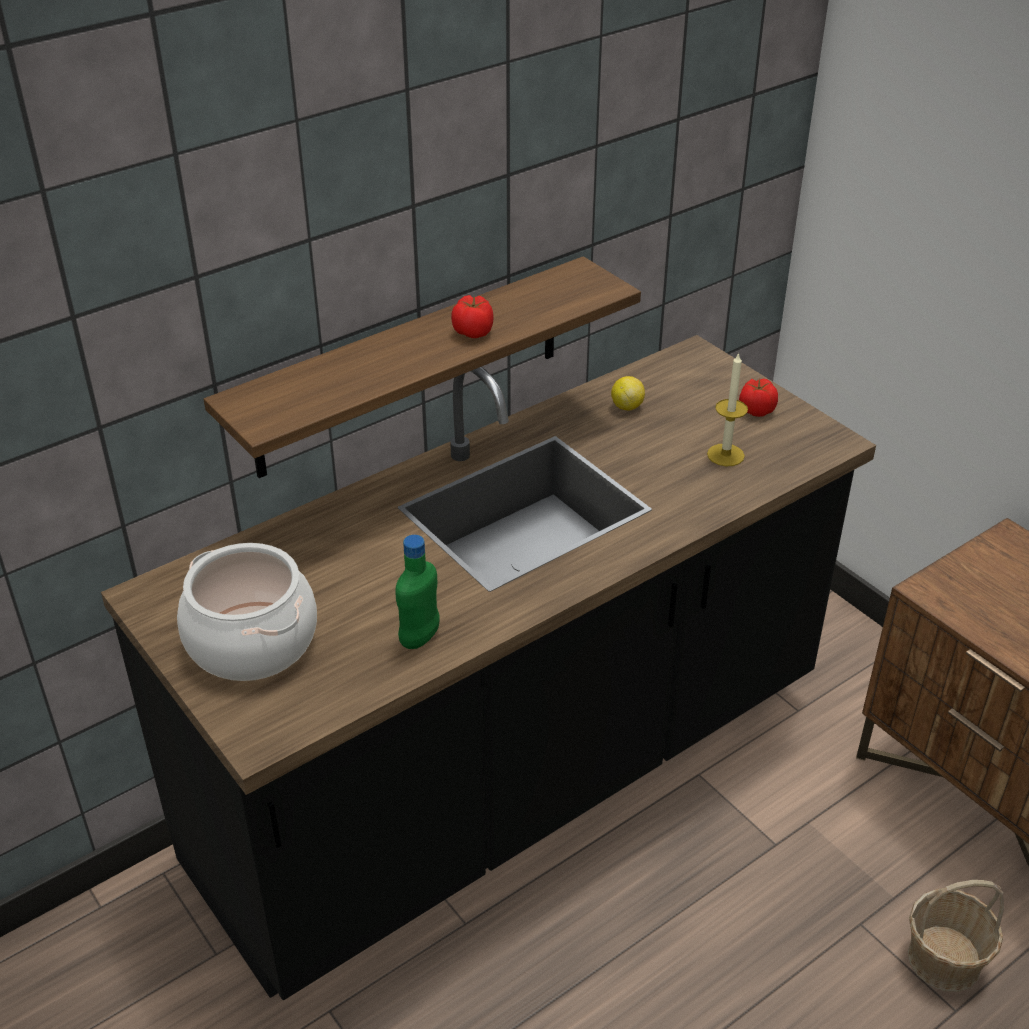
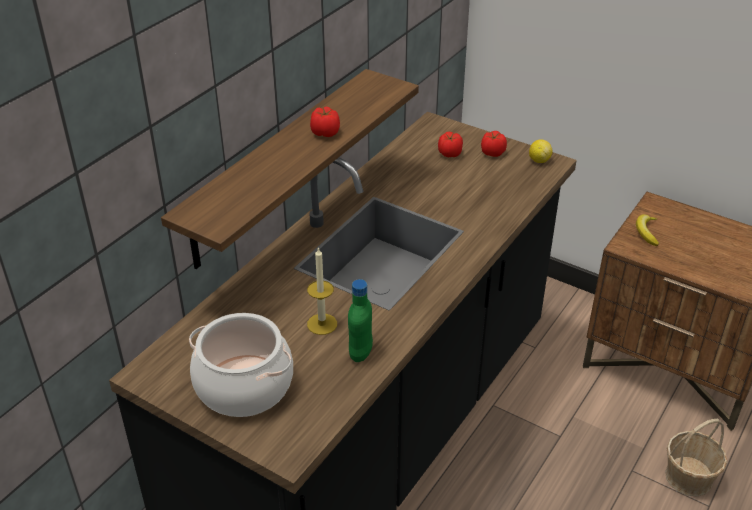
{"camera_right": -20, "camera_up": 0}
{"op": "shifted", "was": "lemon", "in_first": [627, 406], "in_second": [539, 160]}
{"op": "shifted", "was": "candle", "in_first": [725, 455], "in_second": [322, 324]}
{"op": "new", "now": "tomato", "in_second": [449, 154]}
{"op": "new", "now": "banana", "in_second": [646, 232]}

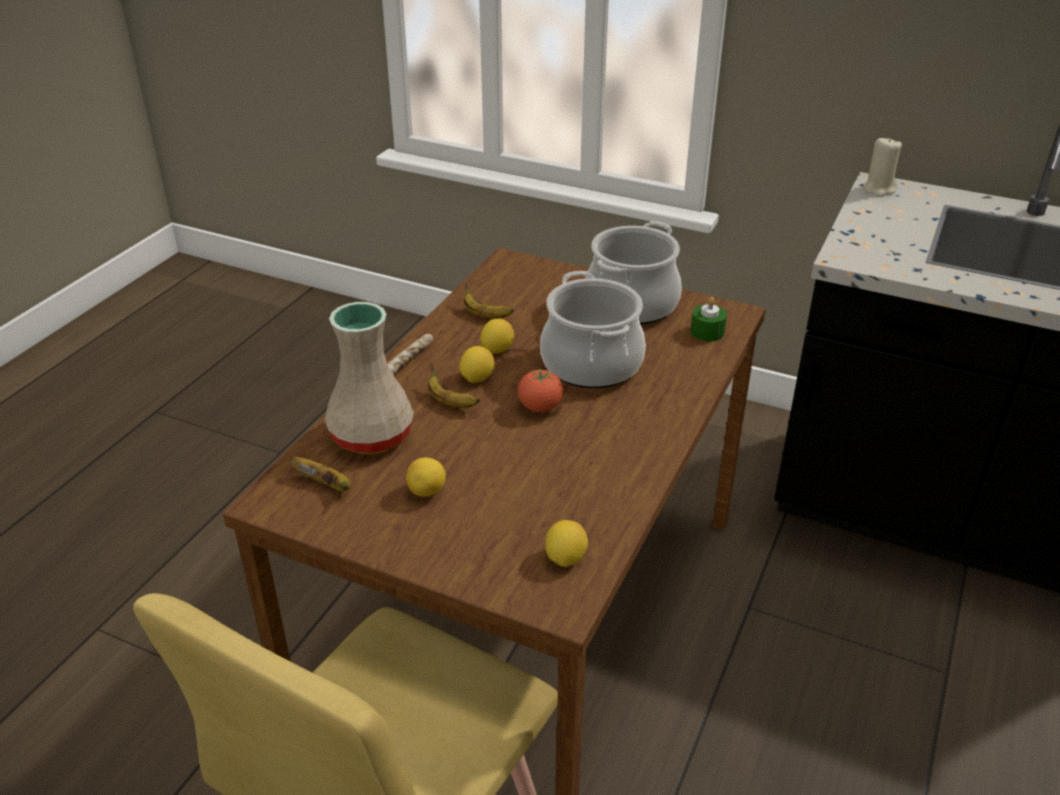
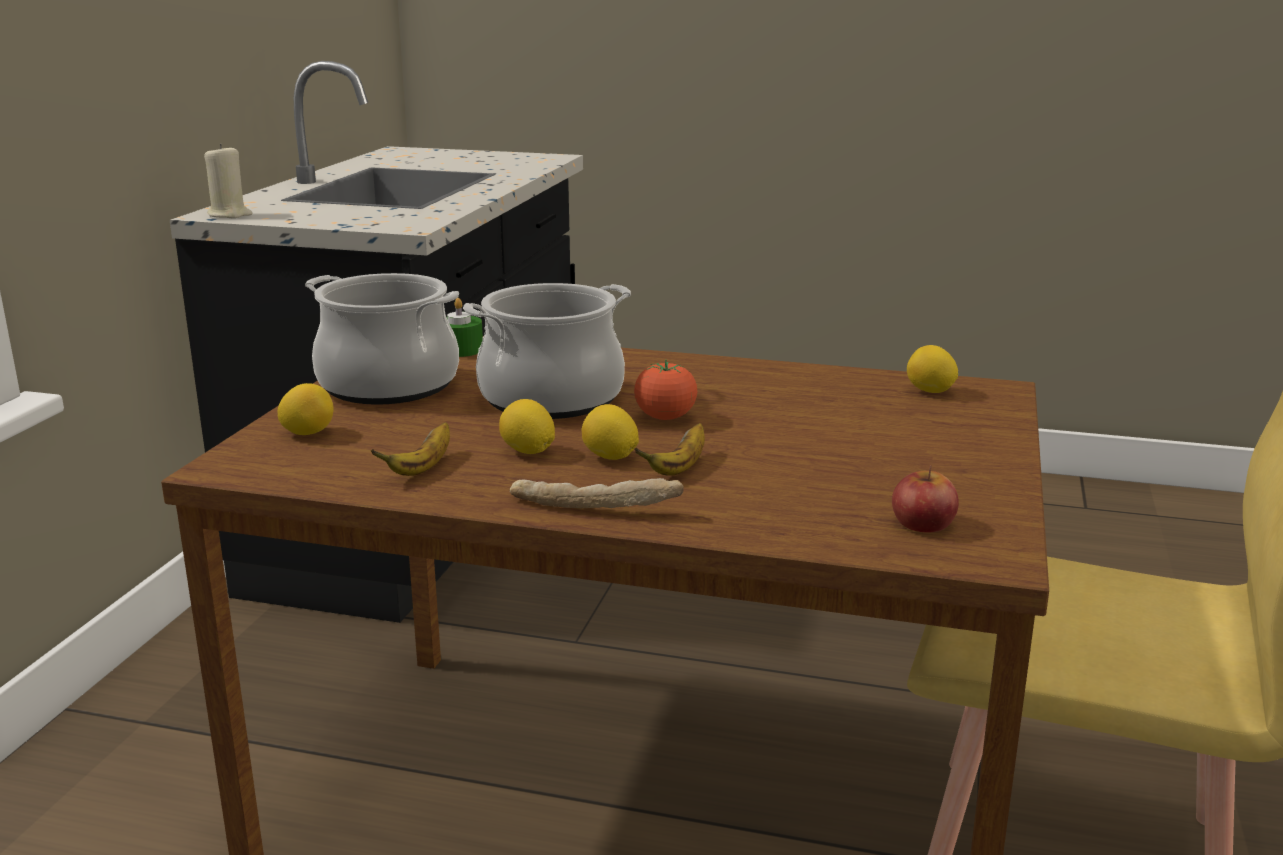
{"camera_right": -100, "camera_up": -15}
{"op": "swapped", "was": "banana", "now": "apple", "in_first": [326, 484], "in_second": [923, 523]}
{"op": "gone", "was": "beige vase", "in_first": [371, 437]}
{"op": "shifted", "was": "lemon", "in_first": [427, 491], "in_second": [308, 433]}

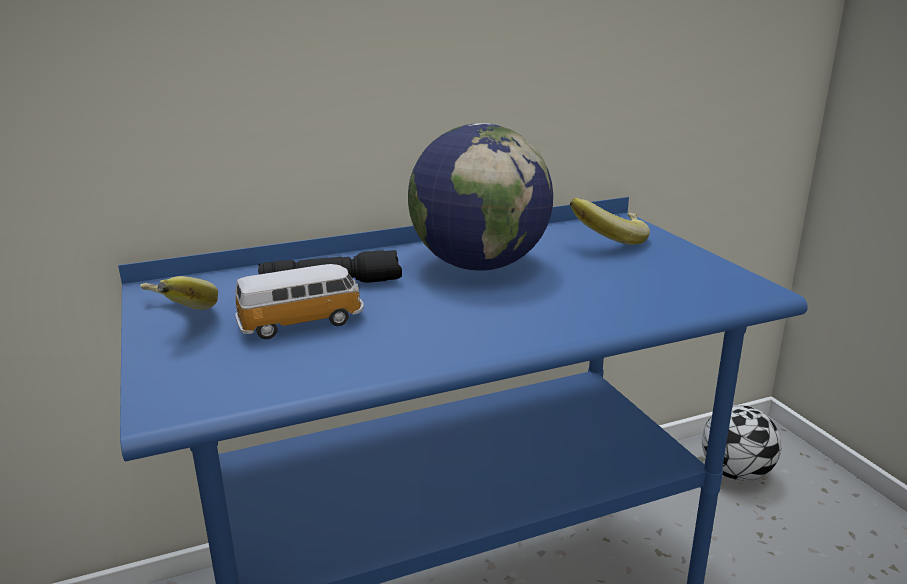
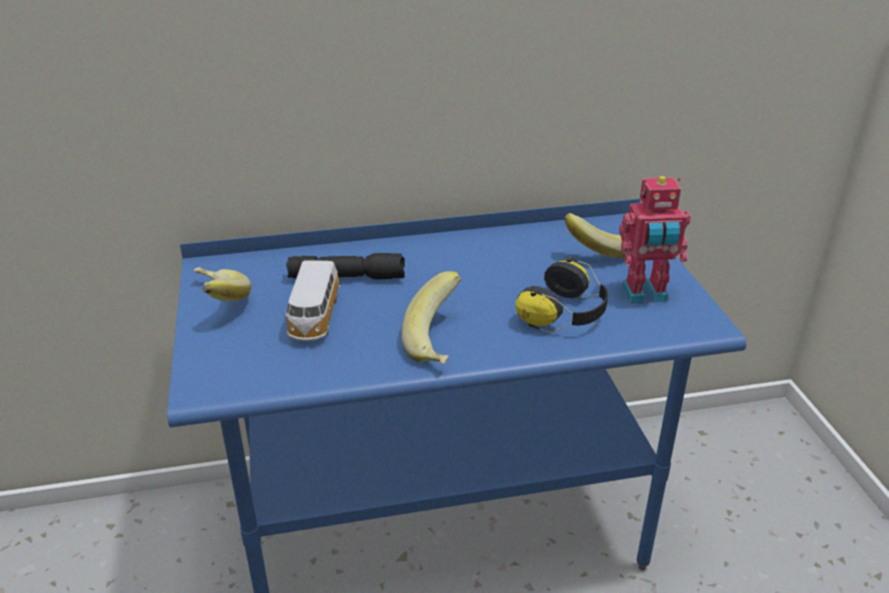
{"camera_right": 10, "camera_up": 10}
{"op": "rotated", "was": "toy car", "in_first": [302, 323], "in_second": [314, 318], "clockwise": 105}
{"op": "gone", "was": "globe", "in_first": [479, 265]}
{"op": "gone", "was": "football", "in_first": [735, 473]}
{"op": "new", "now": "banana", "in_second": [440, 342]}
{"op": "new", "now": "headphones", "in_second": [565, 314]}
{"op": "new", "now": "toy robot", "in_second": [645, 295]}

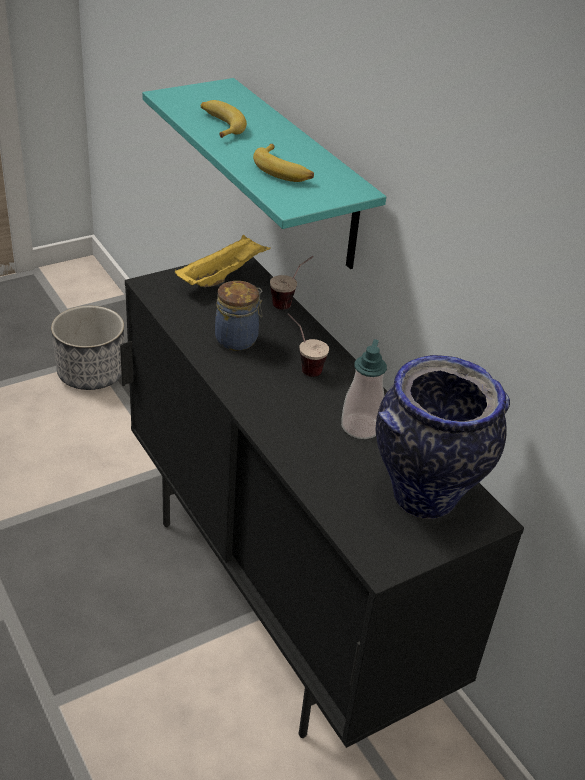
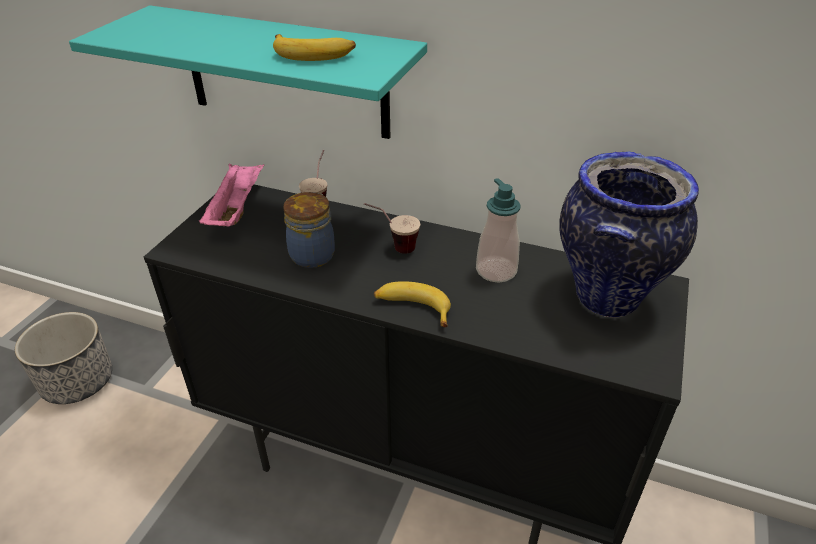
{"camera_right": -35, "camera_up": 0}
{"op": "repainted", "was": "yellow tray", "now": "pink tray", "in_first": [222, 276], "in_second": [236, 209]}
{"op": "shifted", "was": "banana", "in_first": [220, 125], "in_second": [412, 308]}

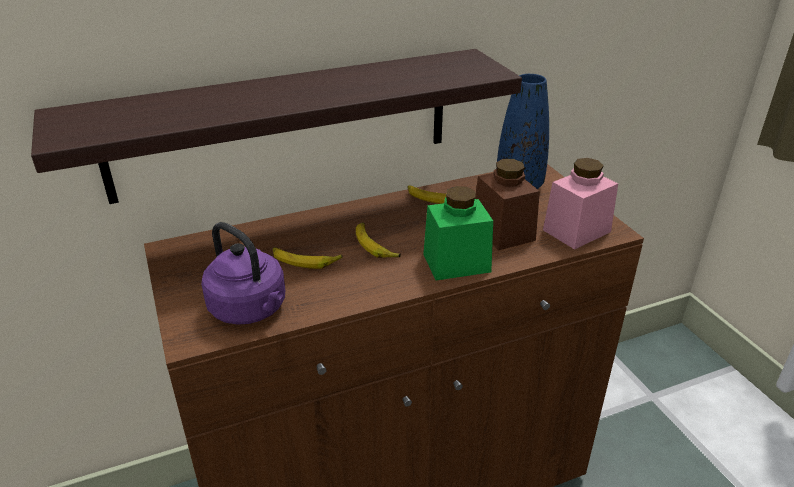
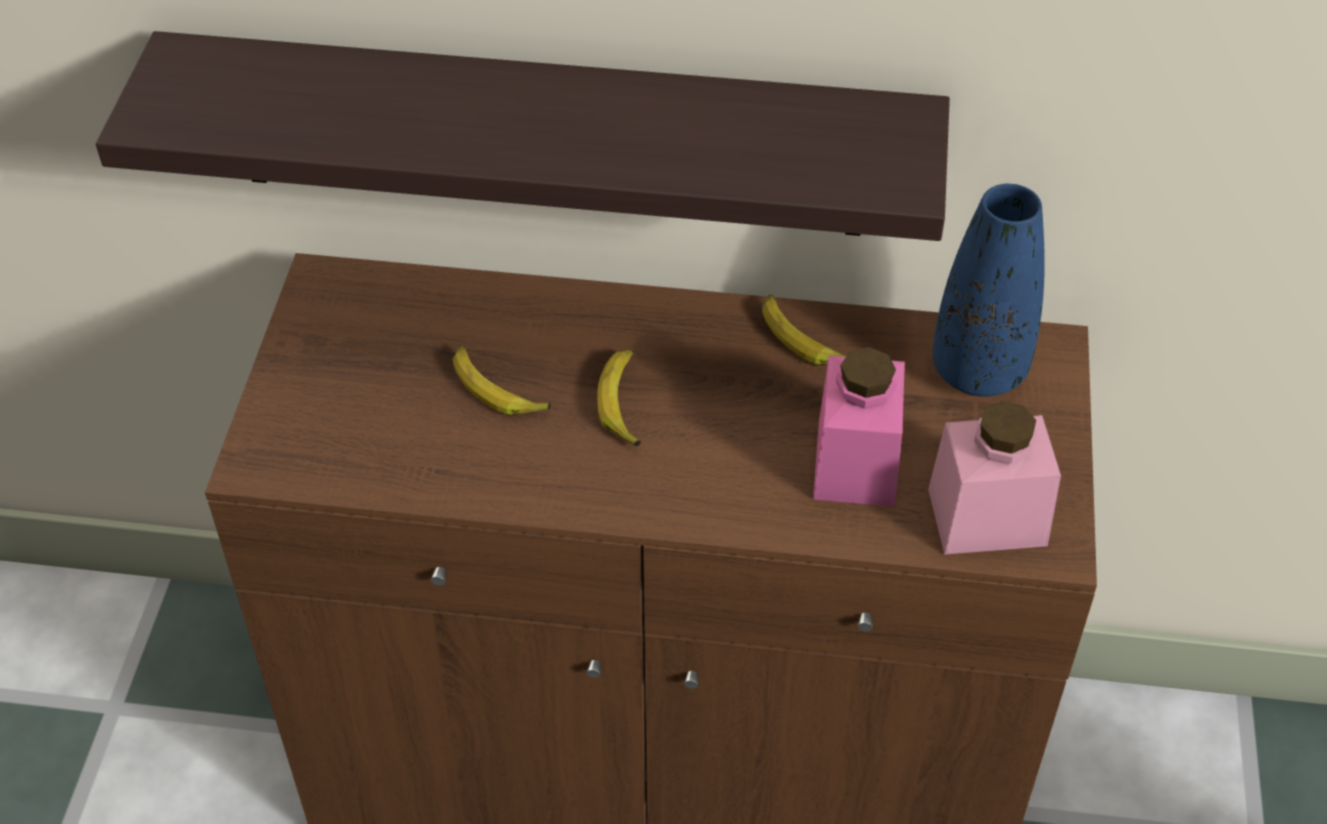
{"camera_right": 30, "camera_up": 15}
{"op": "gone", "was": "purple kettle", "in_first": [250, 310]}
{"op": "gone", "was": "green jar", "in_first": [456, 263]}
{"op": "repainted", "was": "brown jar", "now": "pink jar", "in_first": [503, 231], "in_second": [855, 463]}

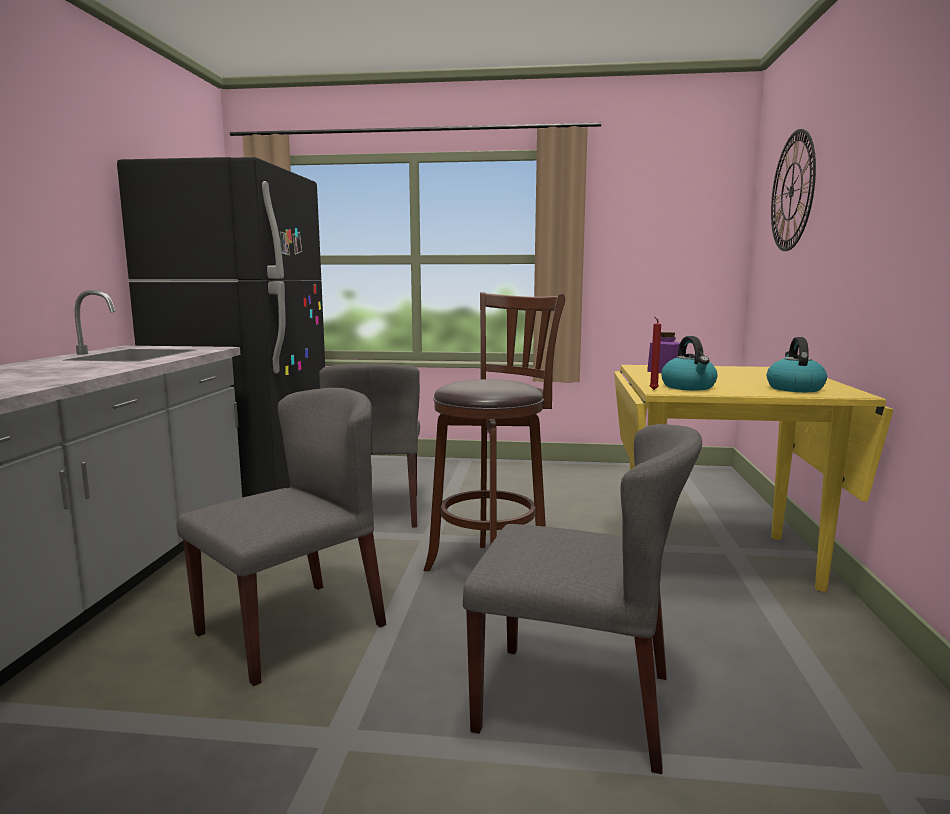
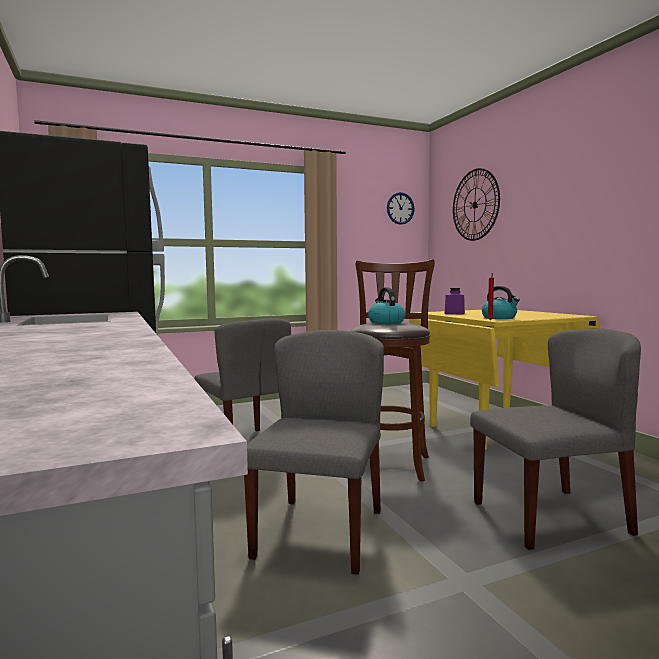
{"camera_right": -30, "camera_up": -5}
{"op": "shifted", "was": "kettle", "in_first": [794, 388], "in_second": [385, 322]}
{"op": "new", "now": "wall clock", "in_second": [400, 208]}

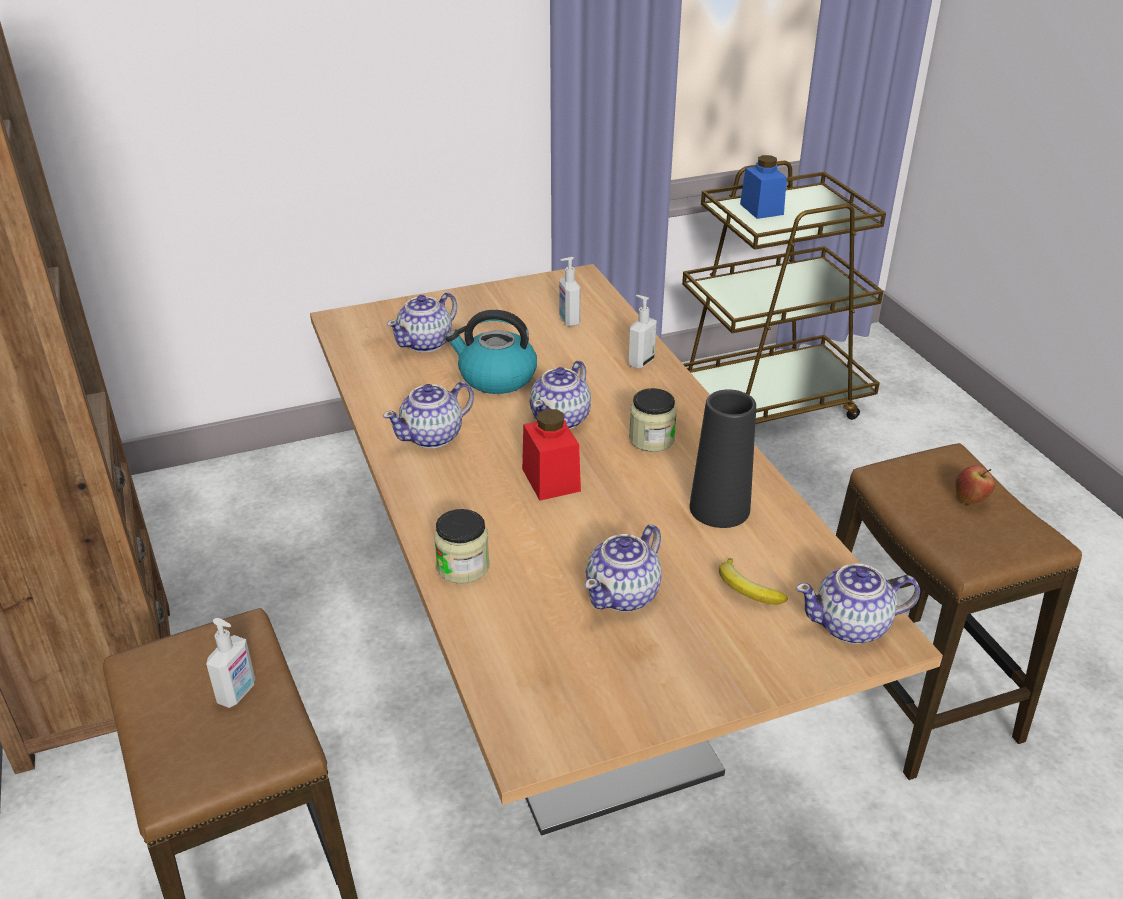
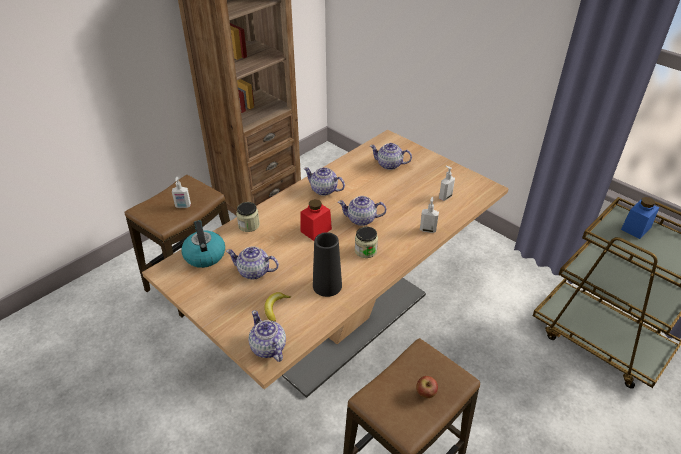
{"camera_right": 65, "camera_up": 5}
{"op": "shifted", "was": "kettle", "in_first": [496, 377], "in_second": [204, 255]}

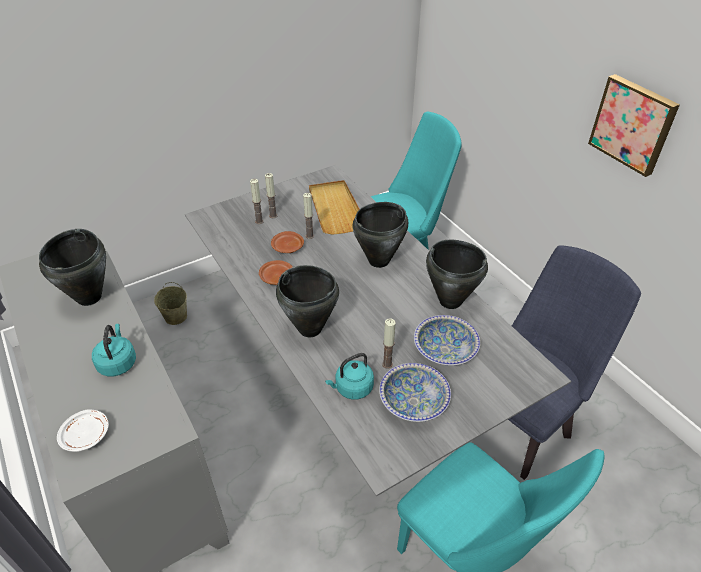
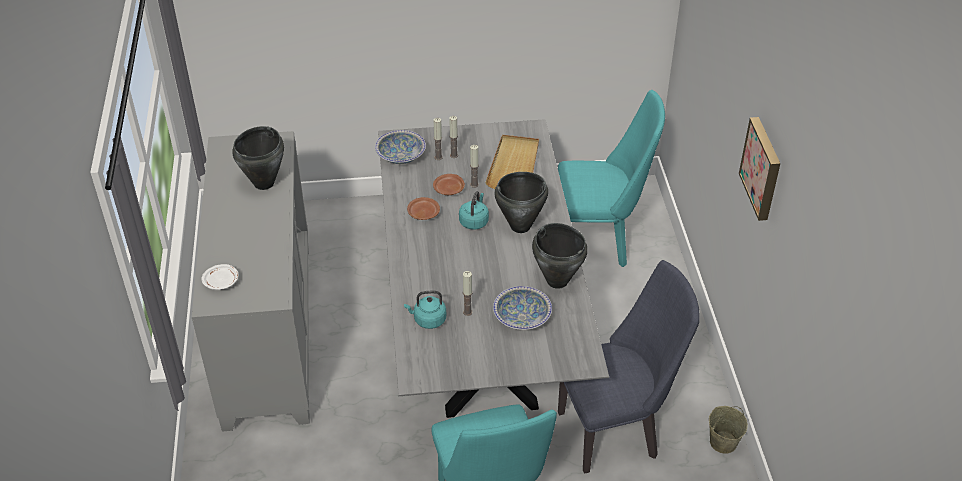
{"camera_right": 25, "camera_up": 0}
{"op": "shifted", "was": "turquoise kettle", "in_first": [118, 362], "in_second": [474, 221]}
{"op": "shifted", "was": "beige bucket", "in_first": [175, 316], "in_second": [722, 442]}
{"op": "gone", "was": "black cooking pot", "in_first": [310, 329]}
{"op": "shifted", "was": "bowl", "in_first": [413, 402], "in_second": [400, 156]}

